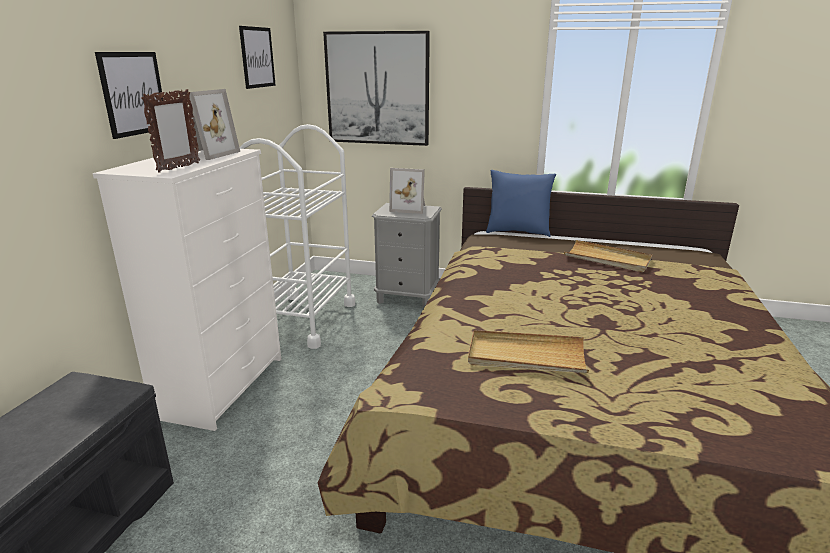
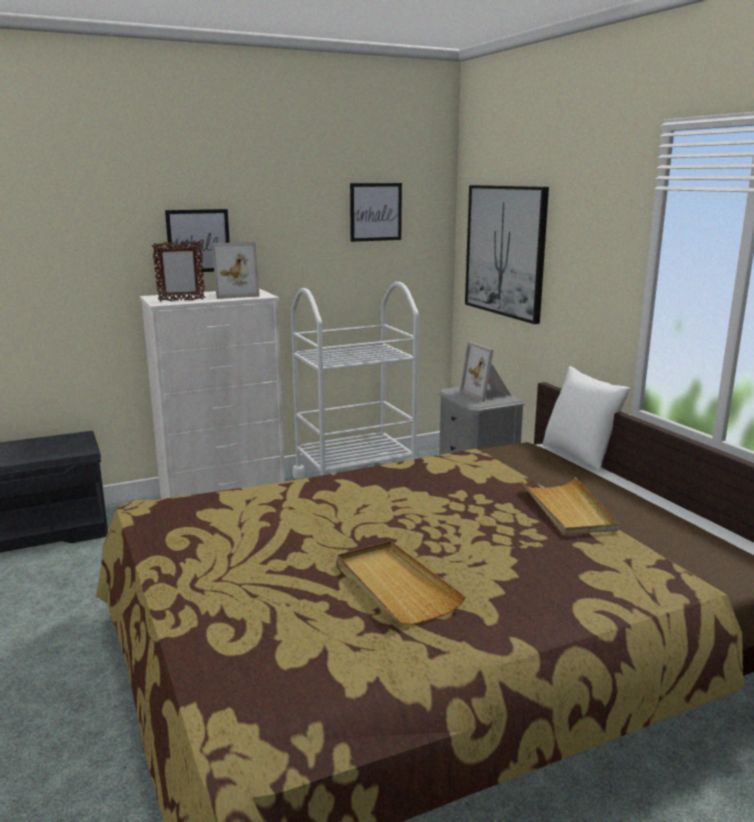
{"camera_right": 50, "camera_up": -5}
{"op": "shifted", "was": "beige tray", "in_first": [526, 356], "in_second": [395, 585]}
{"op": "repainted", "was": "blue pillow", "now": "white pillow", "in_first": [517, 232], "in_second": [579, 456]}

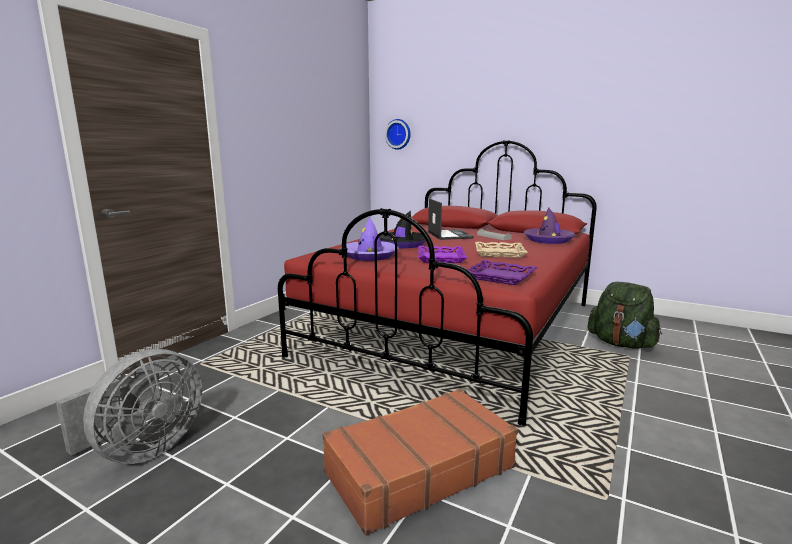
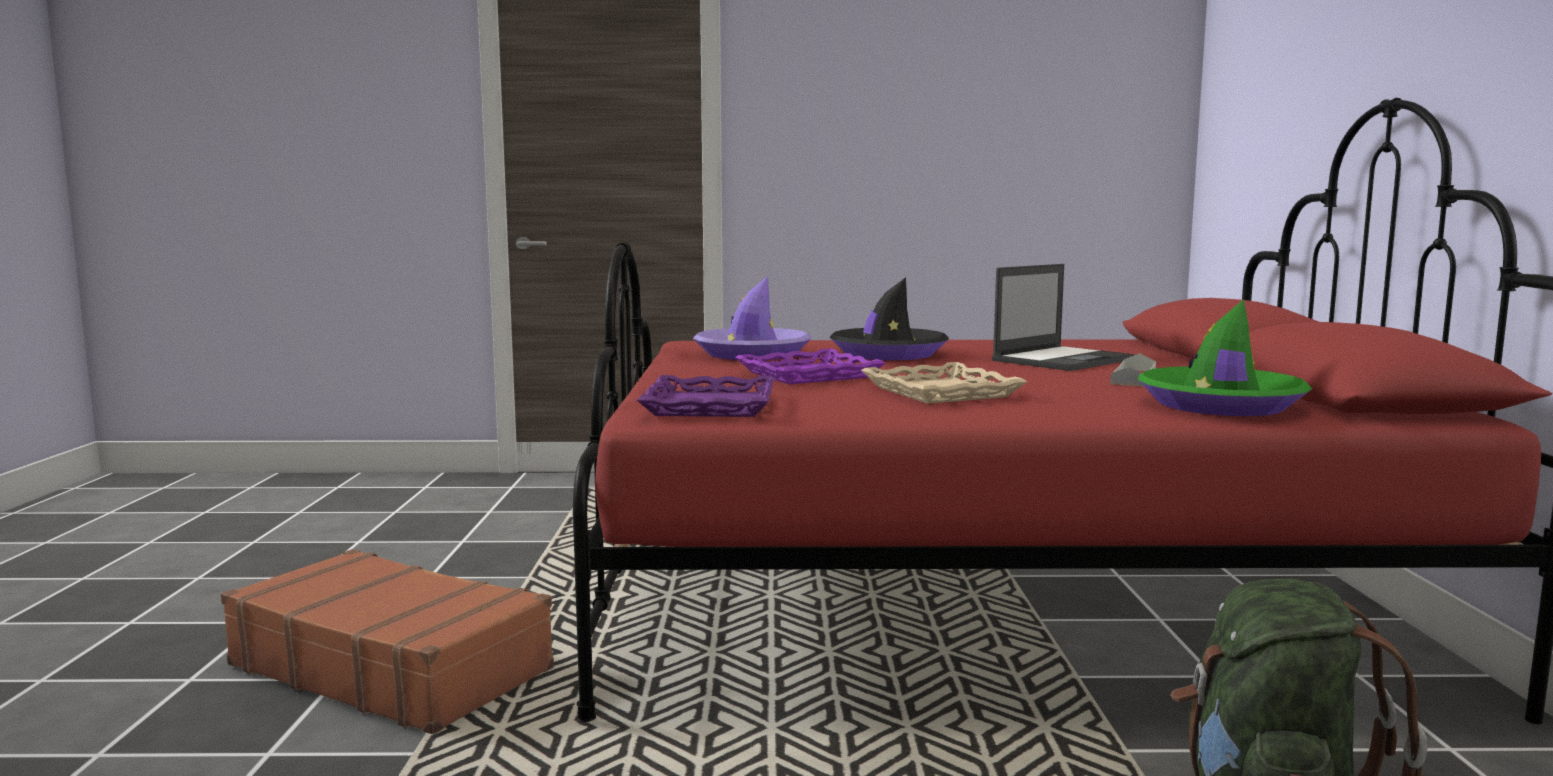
{"camera_right": 60, "camera_up": -5}
{"op": "gone", "was": "grey fan", "in_first": [143, 450]}
{"op": "gone", "was": "wall clock", "in_first": [398, 134]}
{"op": "repainted", "was": "purple hat", "now": "green hat", "in_first": [548, 240], "in_second": [1220, 405]}

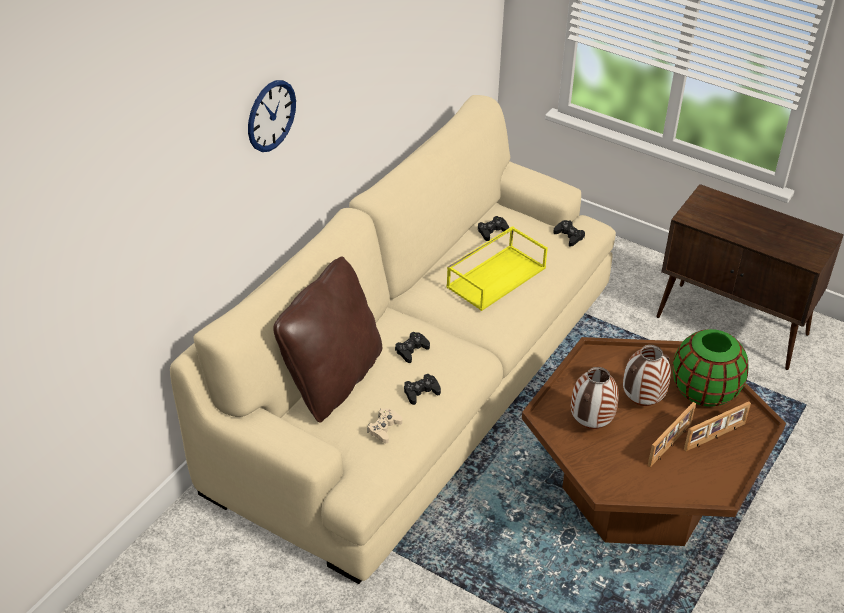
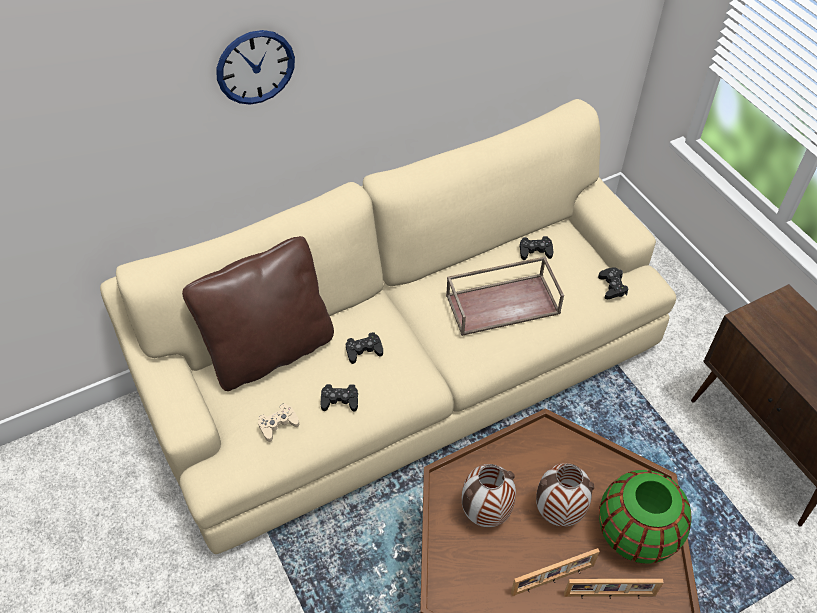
{"camera_right": 30, "camera_up": 10}
{"op": "repainted", "was": "yellow tray", "now": "brown tray", "in_first": [496, 276], "in_second": [503, 303]}

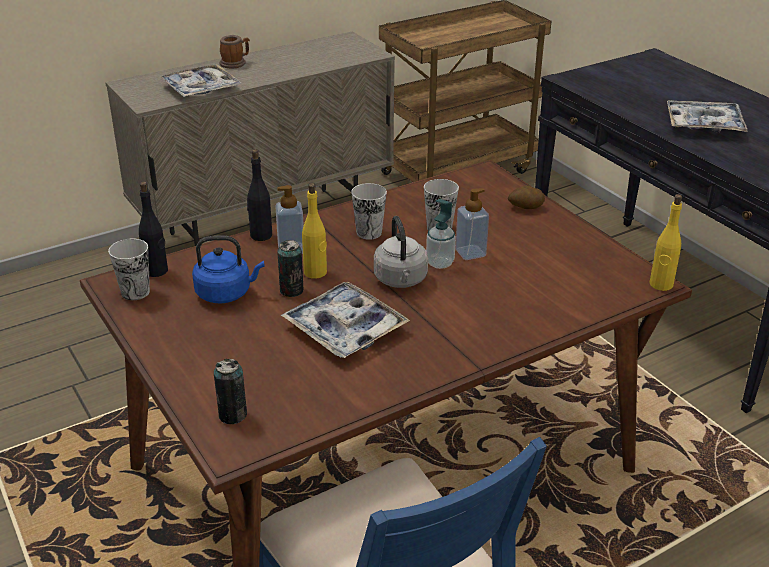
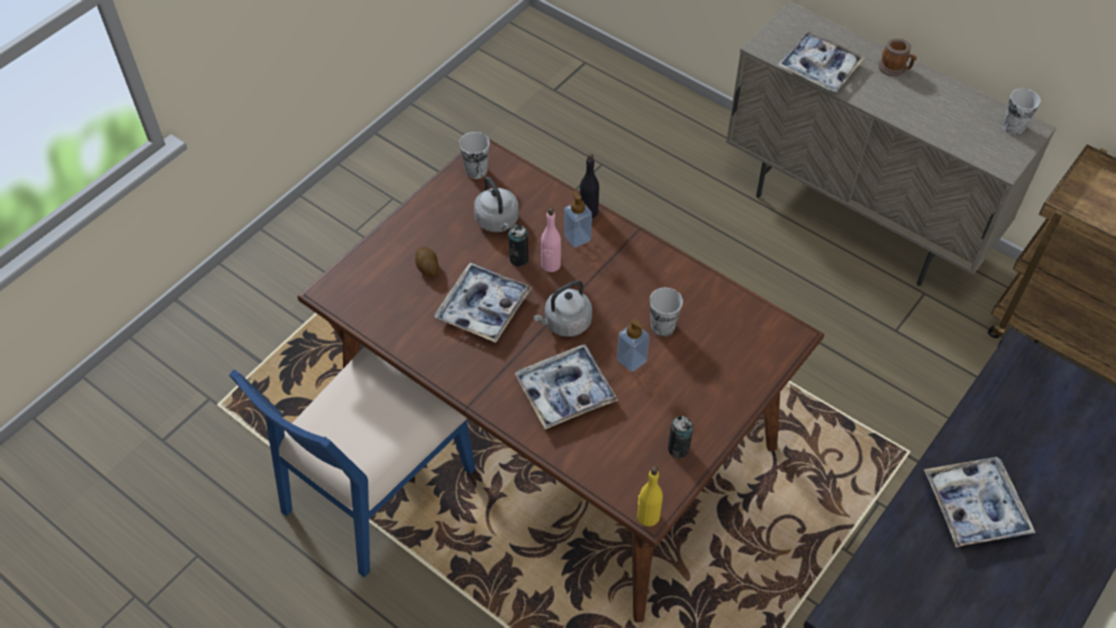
{"camera_right": 70, "camera_up": 20}
{"op": "gone", "was": "black bottle", "in_first": [156, 271]}
{"op": "repainted", "was": "blue kettle", "now": "grey kettle", "in_first": [226, 293], "in_second": [498, 222]}
{"op": "shifted", "was": "can", "in_first": [233, 415], "in_second": [678, 449]}
{"op": "repainted", "was": "yellow bottle", "now": "pink bottle", "in_first": [315, 272], "in_second": [551, 265]}
{"op": "shifted", "was": "cup", "in_first": [369, 233], "in_second": [1013, 127]}
{"op": "gone", "was": "soap dispenser", "in_first": [440, 263]}
{"op": "shifted", "was": "potato", "in_first": [525, 207], "in_second": [427, 267]}
{"op": "new", "now": "tray", "in_second": [565, 392]}

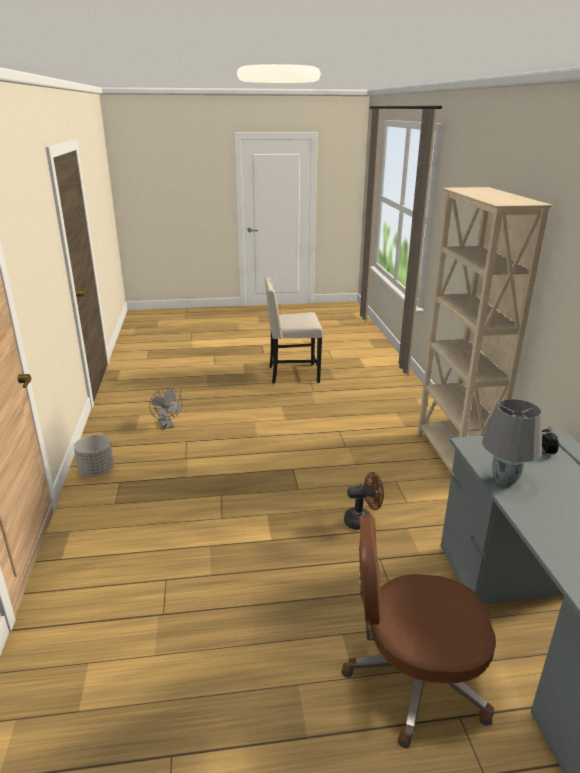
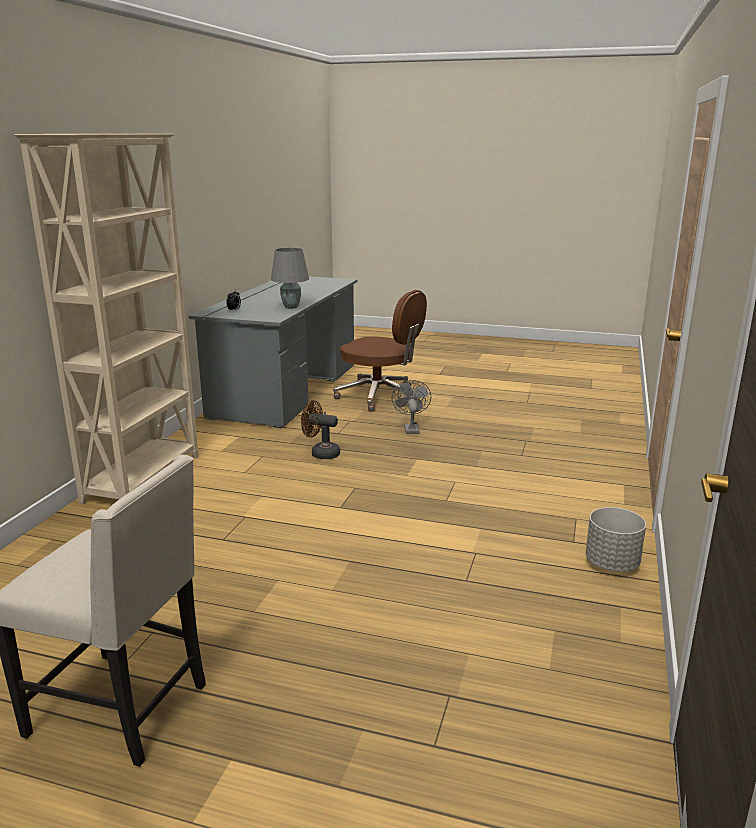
{"camera_right": -155, "camera_up": -5}
{"op": "shifted", "was": "grey fan", "in_first": [167, 425], "in_second": [410, 428]}

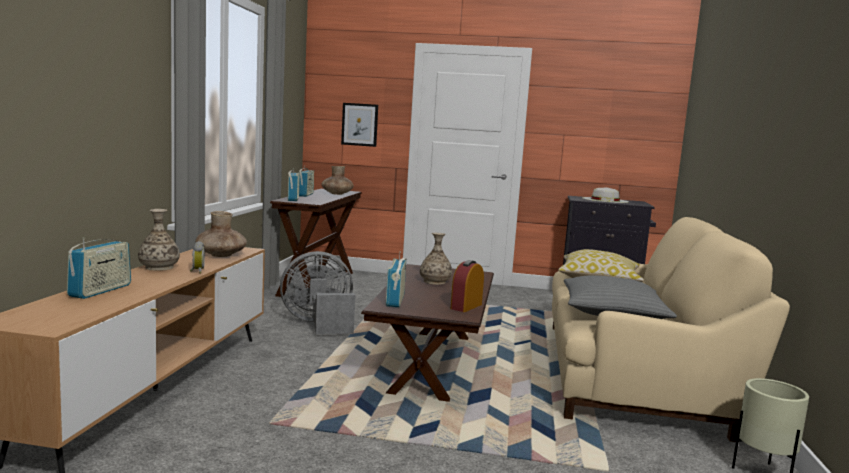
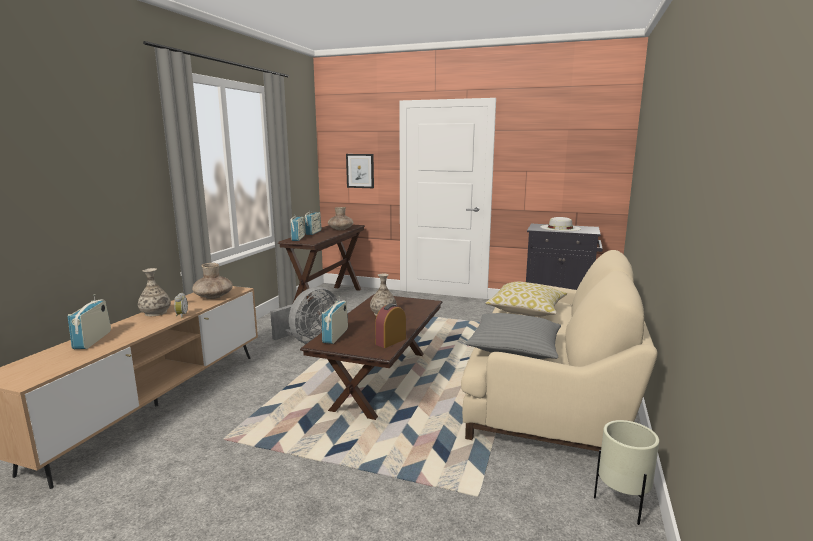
{"camera_right": 10, "camera_up": 5}
{"op": "rotated", "was": "radio", "in_first": [100, 290], "in_second": [92, 340], "clockwise": 150}
{"op": "rotated", "was": "grey fan", "in_first": [319, 324], "in_second": [309, 341], "clockwise": 135}

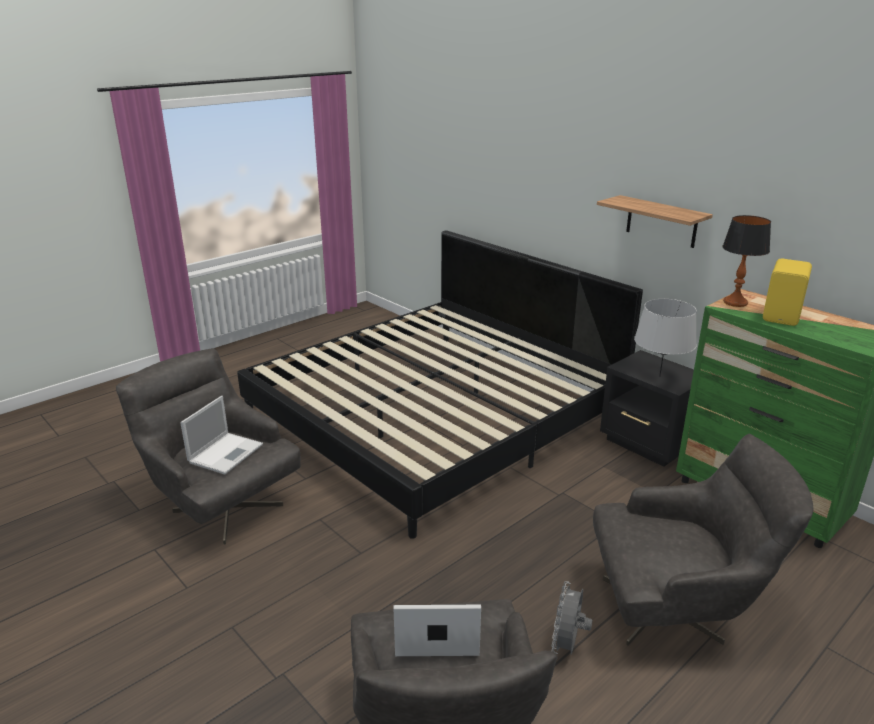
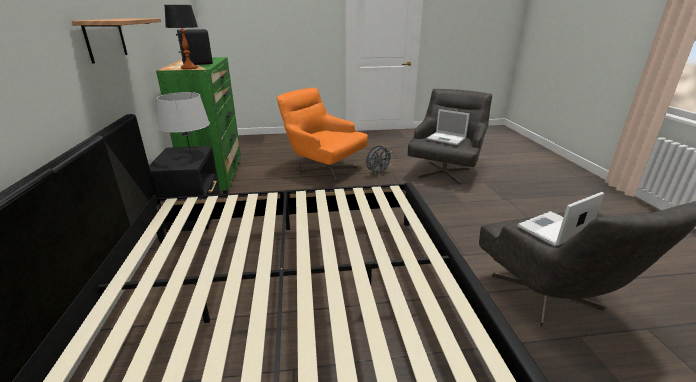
{"camera_right": -145, "camera_up": 0}
{"op": "repainted", "was": "grey armchair", "now": "orange armchair", "in_first": [677, 609], "in_second": [323, 168]}
{"op": "repainted", "was": "yellow speaker", "now": "black speaker", "in_first": [783, 316], "in_second": [197, 64]}

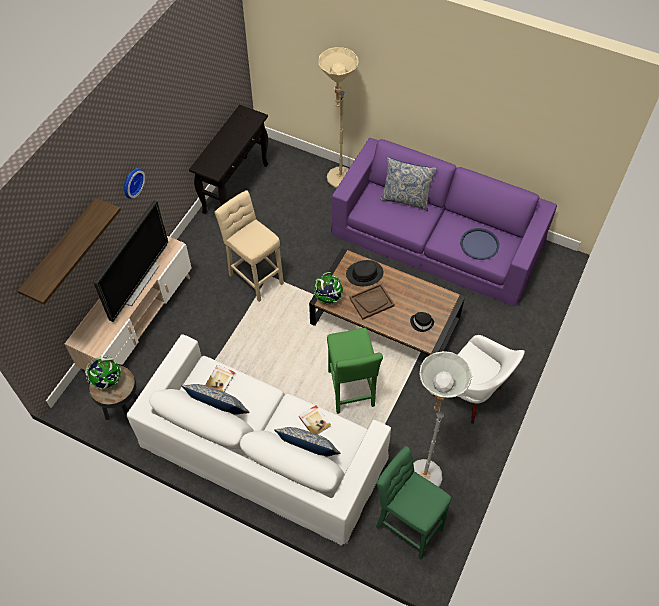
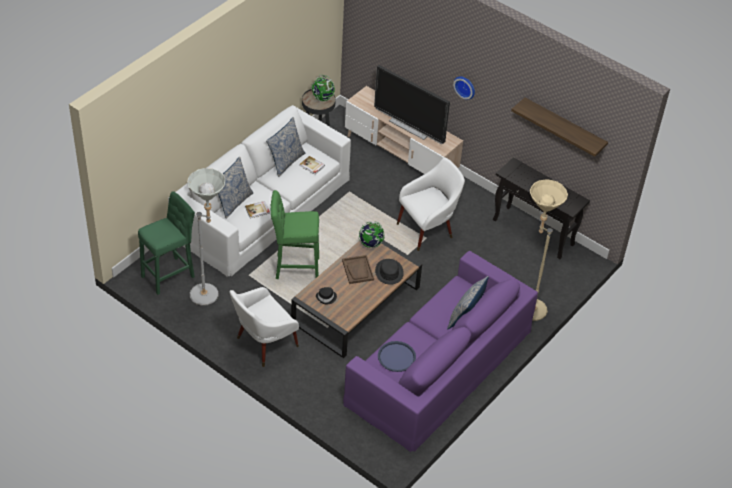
{"camera_right": 100, "camera_up": -10}
{"op": "shifted", "was": "shelf", "in_first": [61, 250], "in_second": [564, 127]}
{"op": "swapped", "was": "beige stool", "now": "white armchair", "in_first": [254, 276], "in_second": [428, 229]}

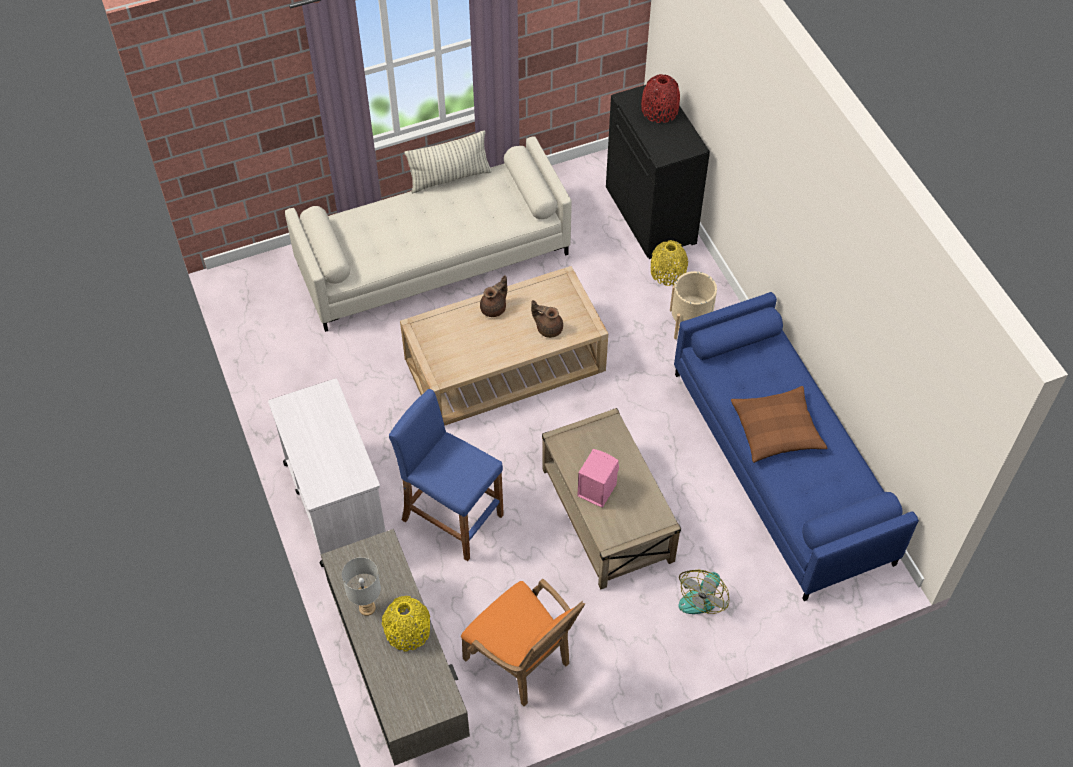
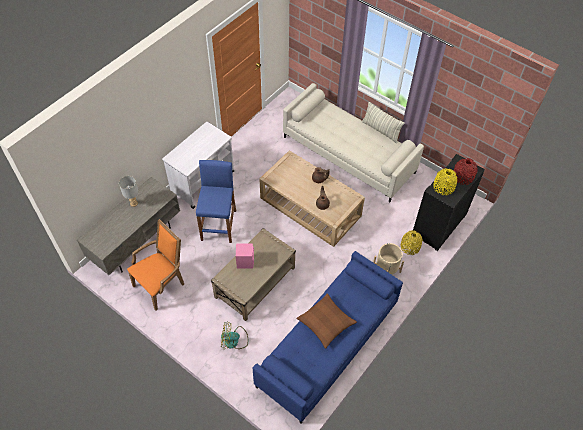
{"camera_right": 60, "camera_up": 0}
{"op": "shifted", "was": "yellow vase", "in_first": [407, 631], "in_second": [443, 187]}
{"op": "rotated", "was": "orange armchair", "in_first": [523, 663], "in_second": [162, 284], "clockwise": -150}

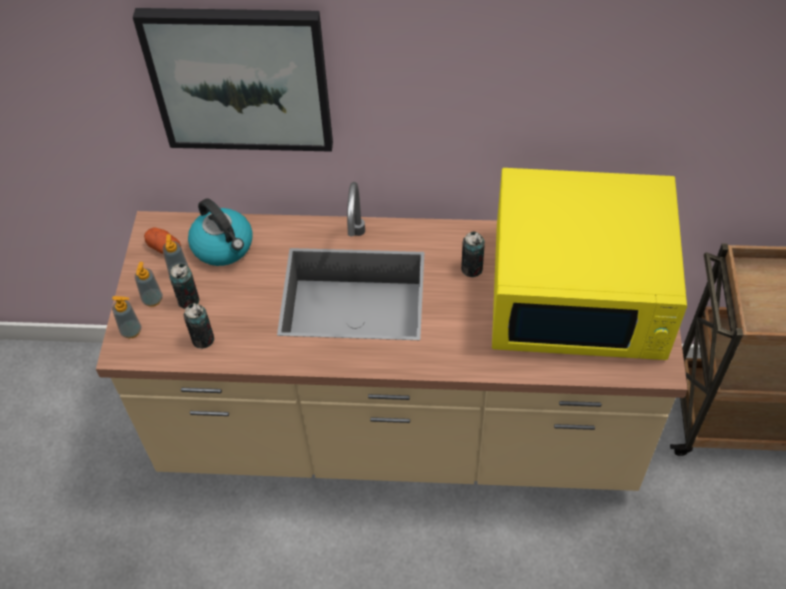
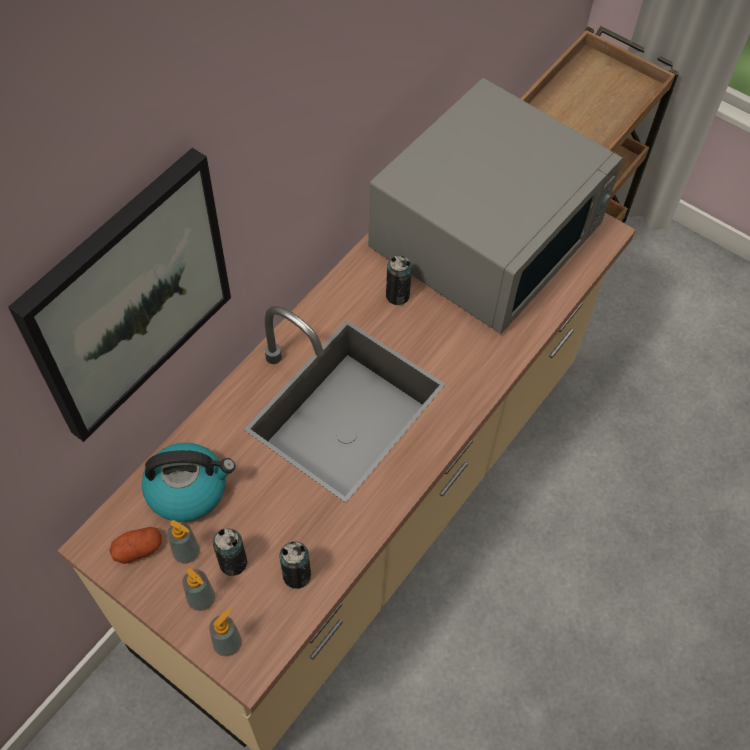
{"camera_right": -60, "camera_up": 5}
{"op": "repainted", "was": "yellow microwave", "now": "grey microwave", "in_first": [579, 293], "in_second": [487, 236]}

